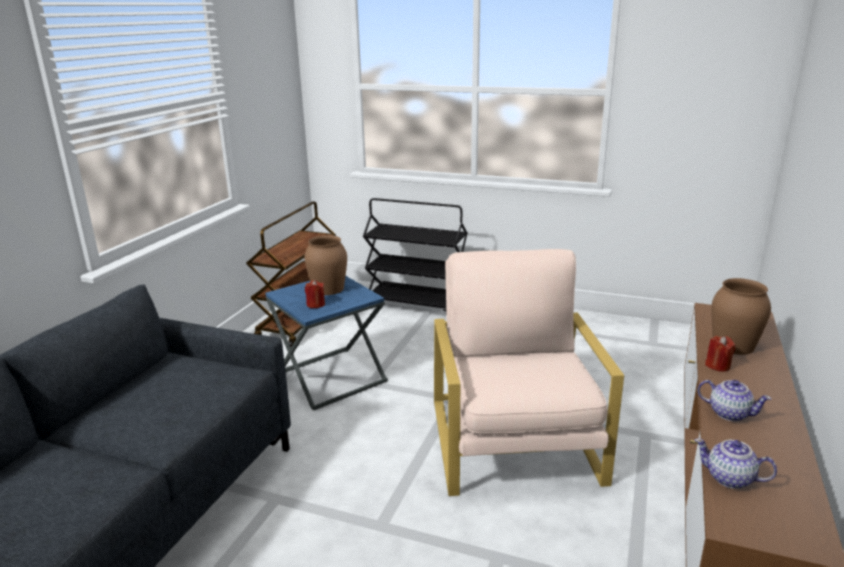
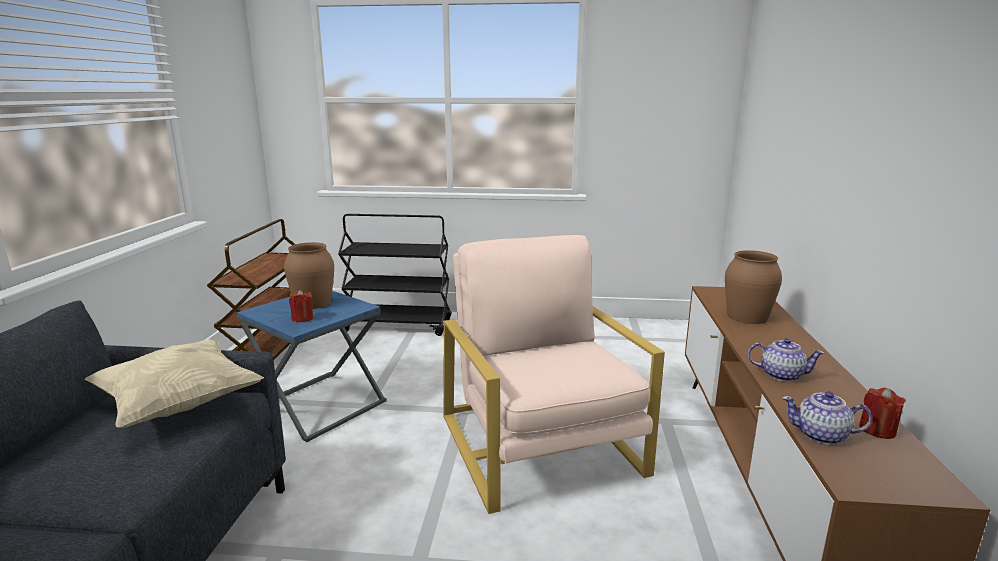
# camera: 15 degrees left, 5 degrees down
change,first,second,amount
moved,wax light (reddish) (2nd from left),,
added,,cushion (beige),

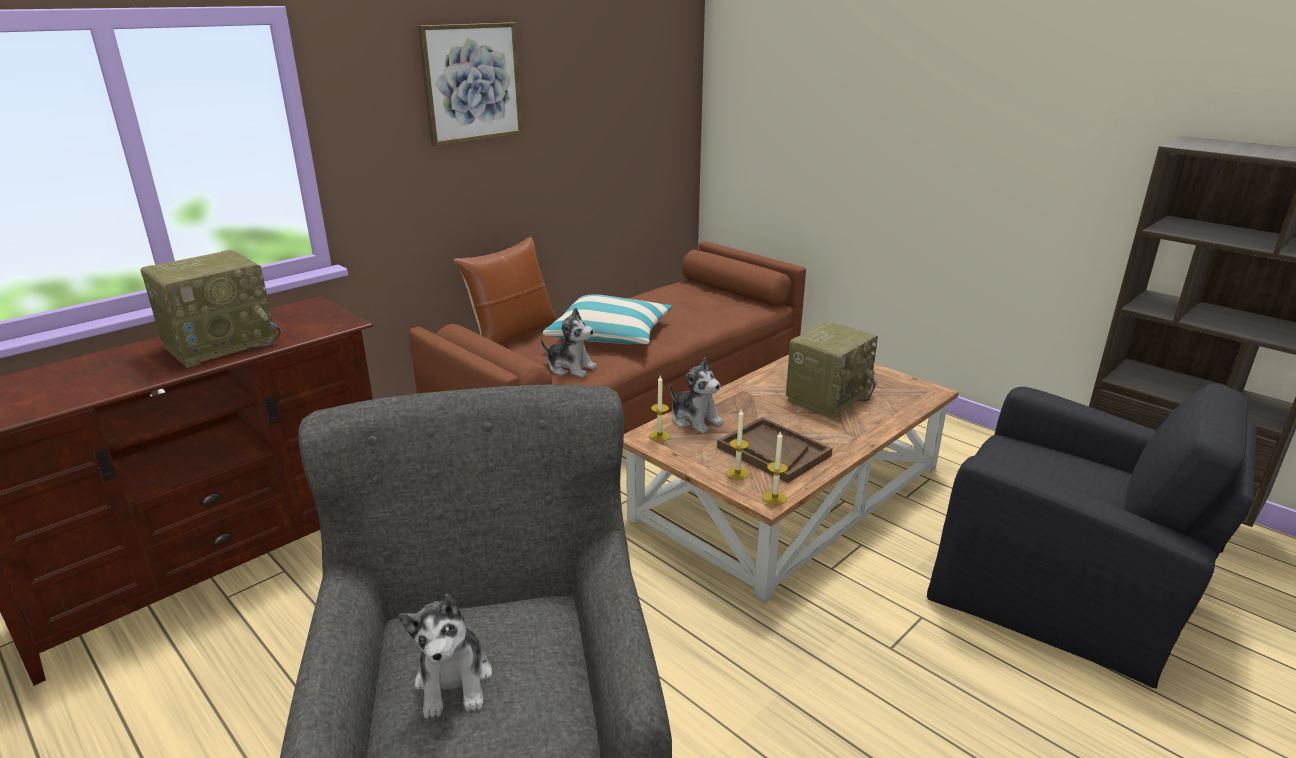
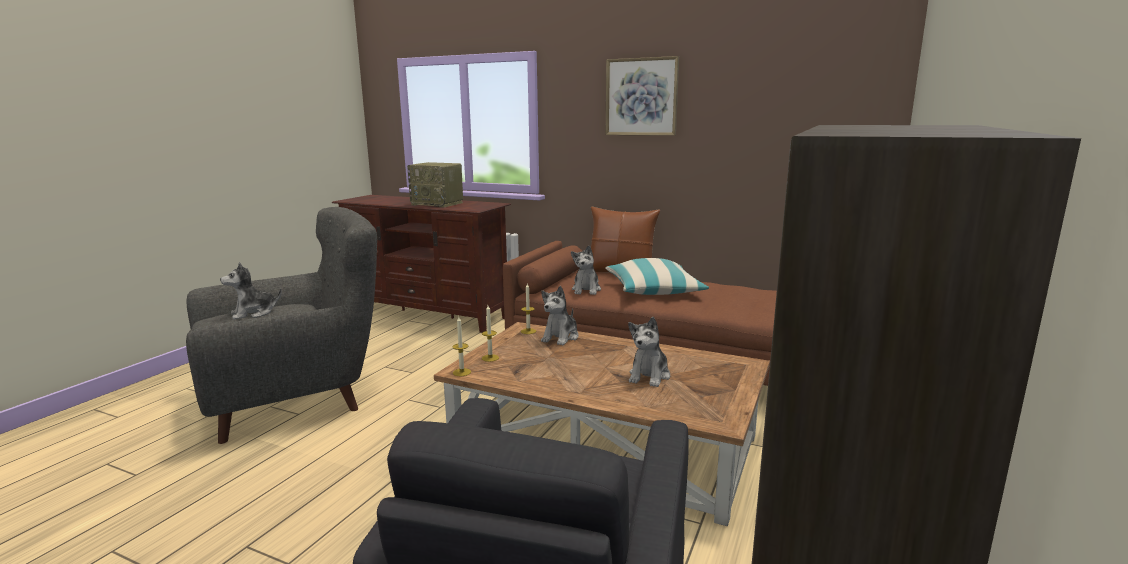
# camera: 70 degrees right, 10 degrees down
change,first,second,amount
replaced,radio set (2nd from left),plush toy (4th from left),
removed,serving tray (brown),,

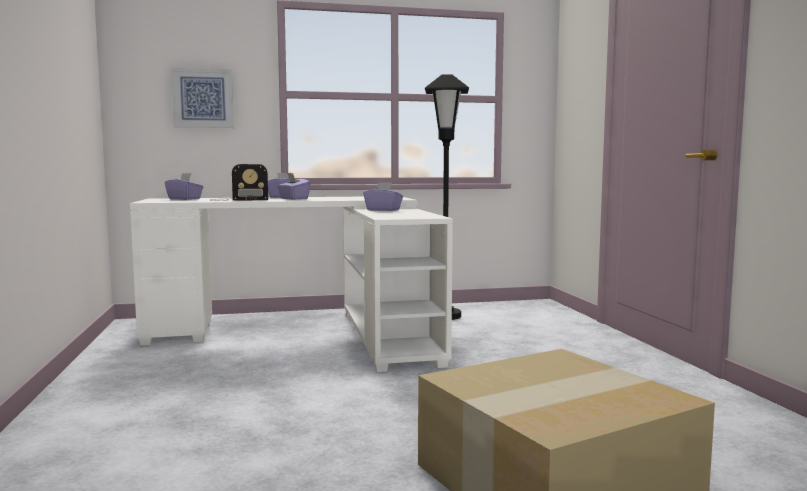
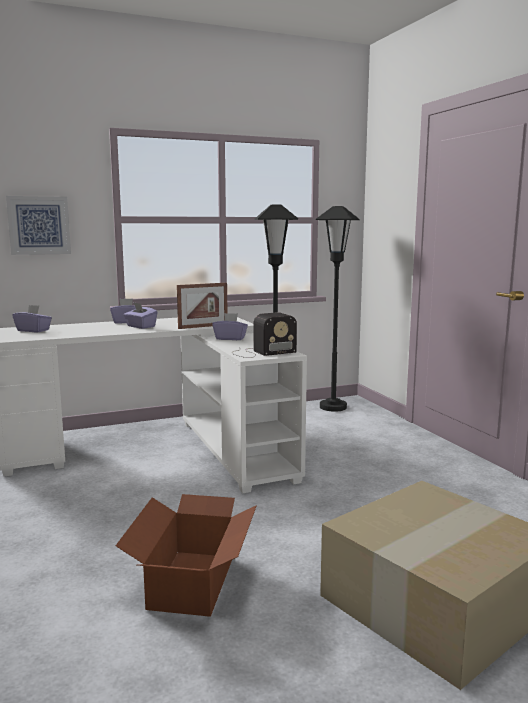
# camera: 10 degrees left, 5 degrees up
change,first,second,amount
moved,radio set,,
added,,standing lamp (blackish) (2nd from left),
added,,photo frame,
added,,carton (1st from left),

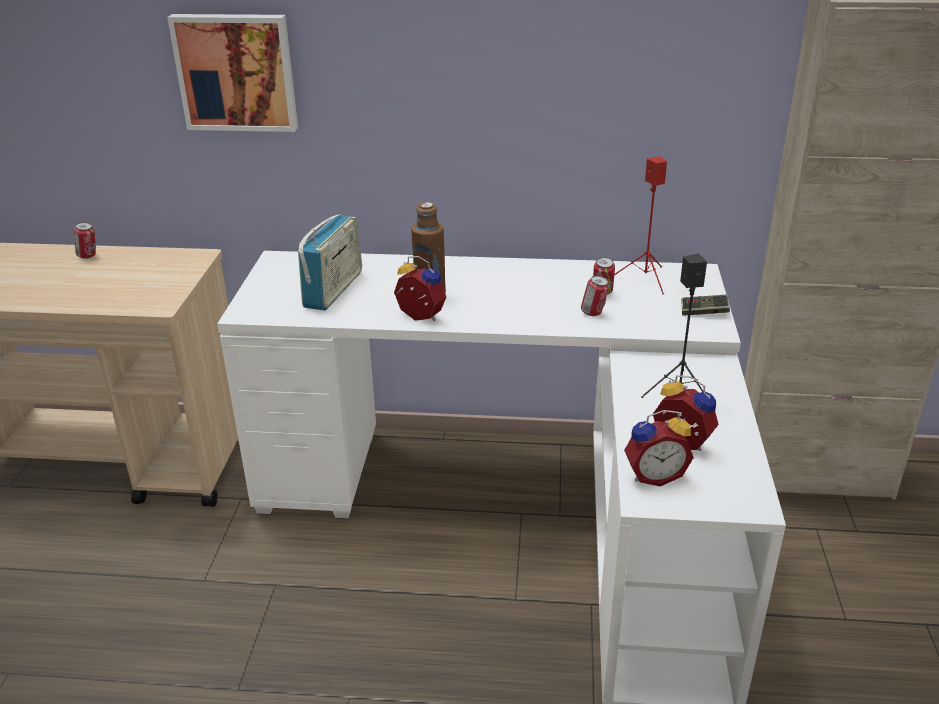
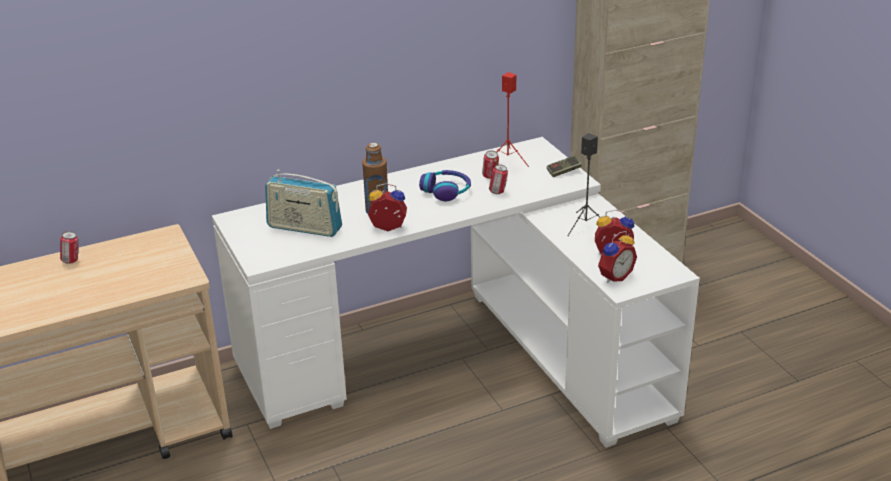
# camera: 30 degrees left, 0 degrees up
change,first,second,amount
removed,wall art,,
turned,radio set,,120 degrees clockwise
added,,headphones,

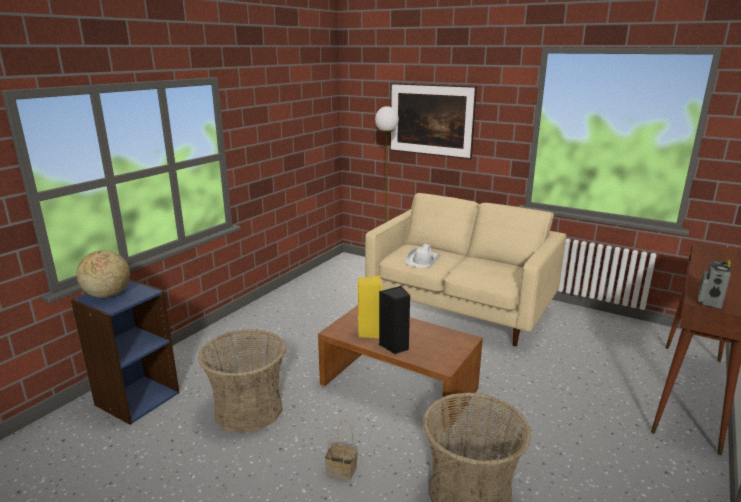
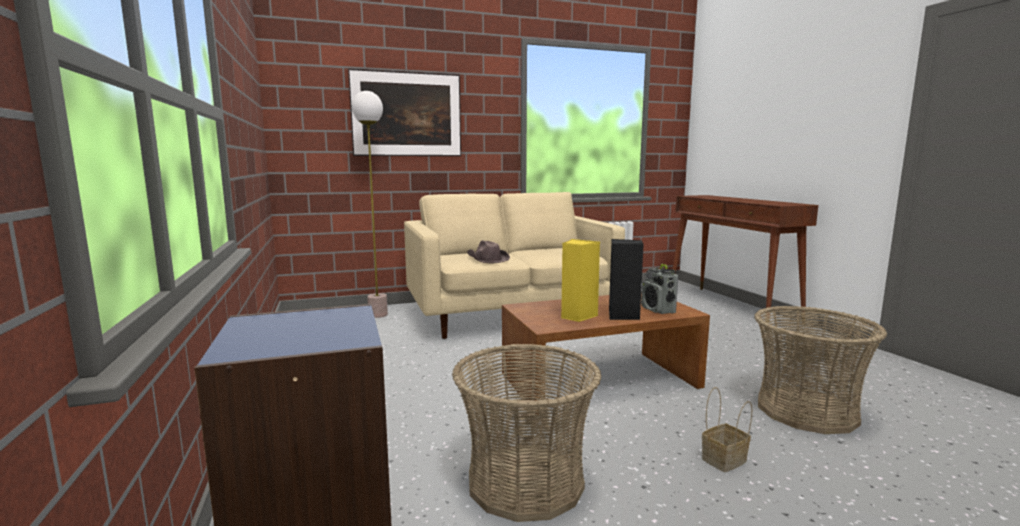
# camera: 50 degrees left, 10 degrees down
change,first,second,amount
recoloured,hat (white),hat (brown),
removed,world globe,,
moved,radio set,,

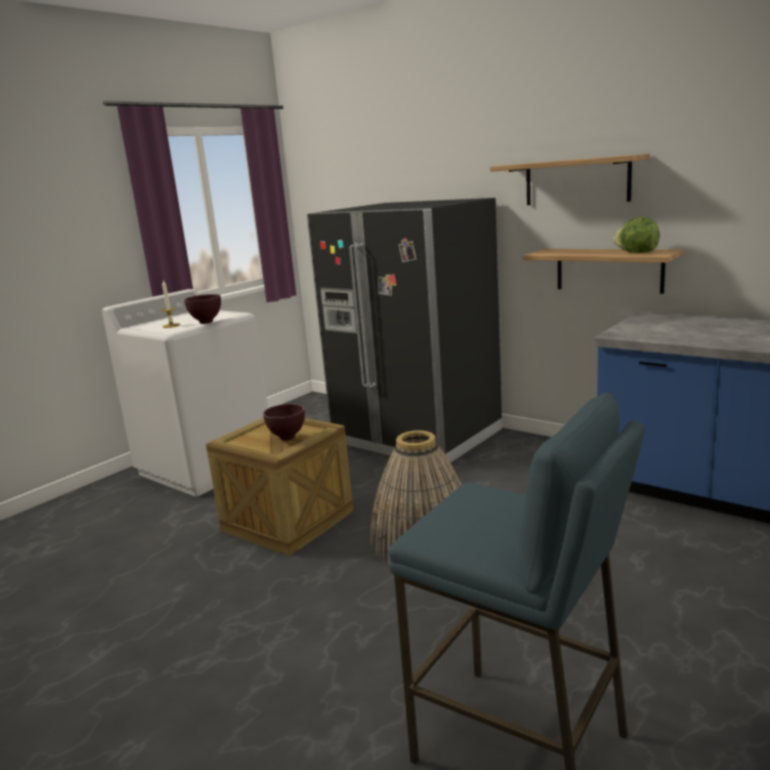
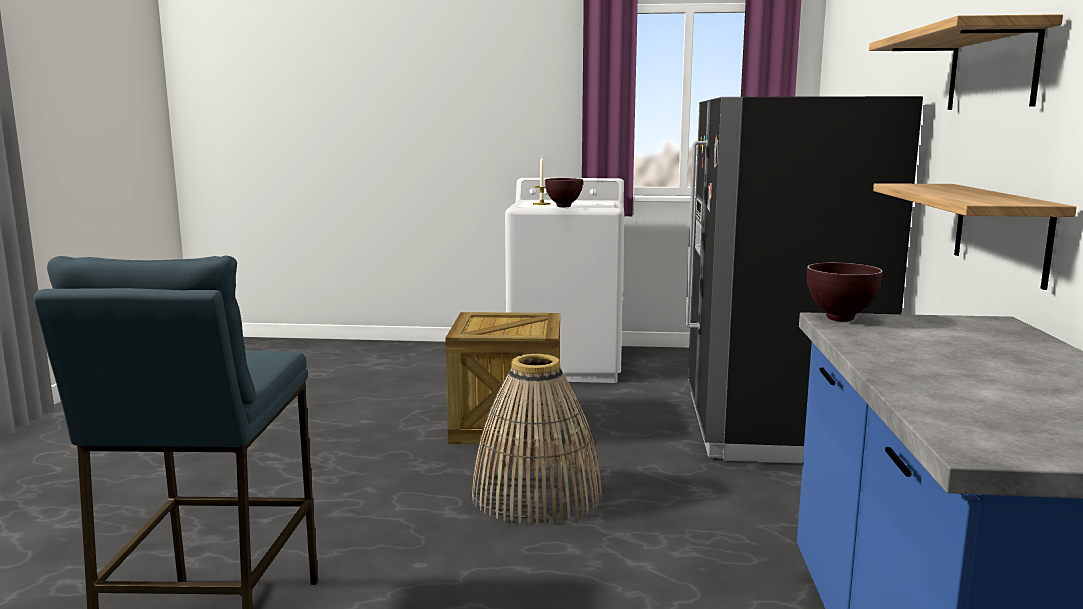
# camera: 55 degrees right, 5 degrees down
change,first,second,amount
removed,lettuce,,
moved,deep dish (brown) (2nd from left),,

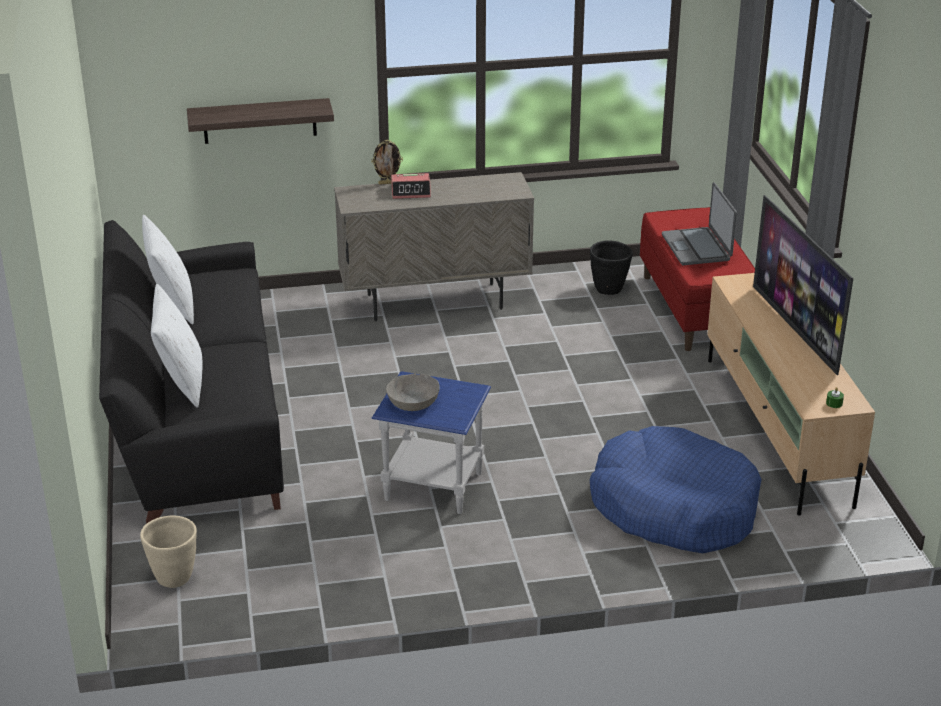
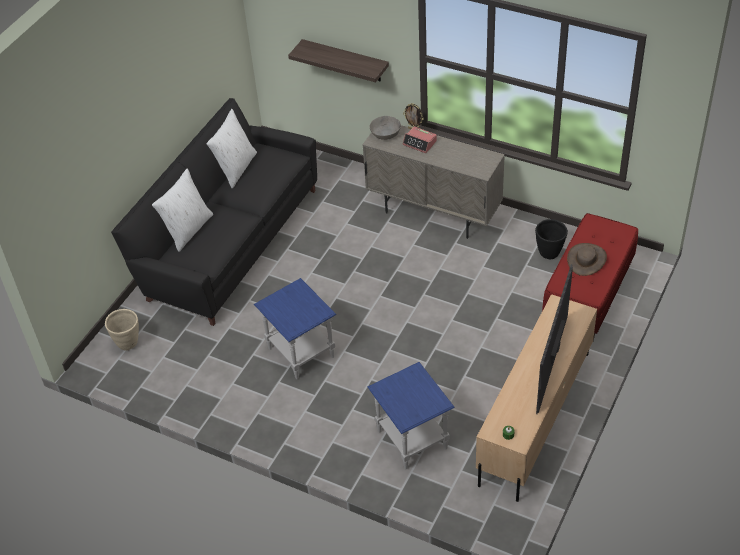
# camera: 40 degrees right, 15 degrees up
change,first,second,amount
replaced,notebook computer,hat (brown),
moved,deep dish (gray),,
replaced,pet bed (blue),end table (blue) (2nd from left),

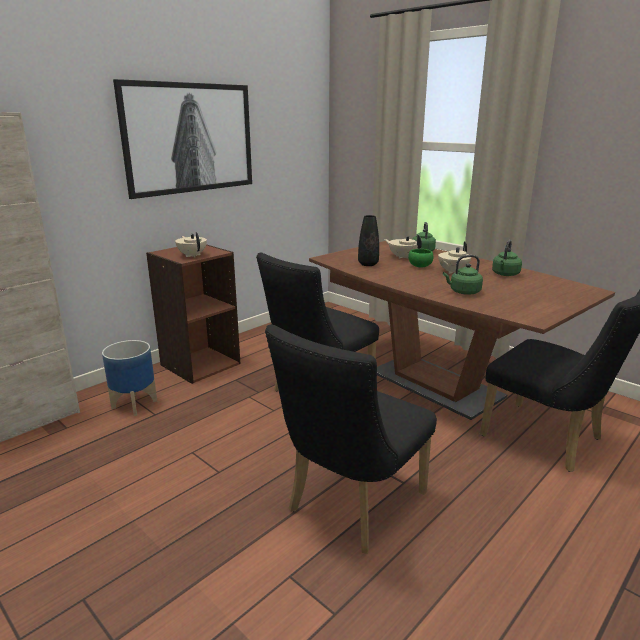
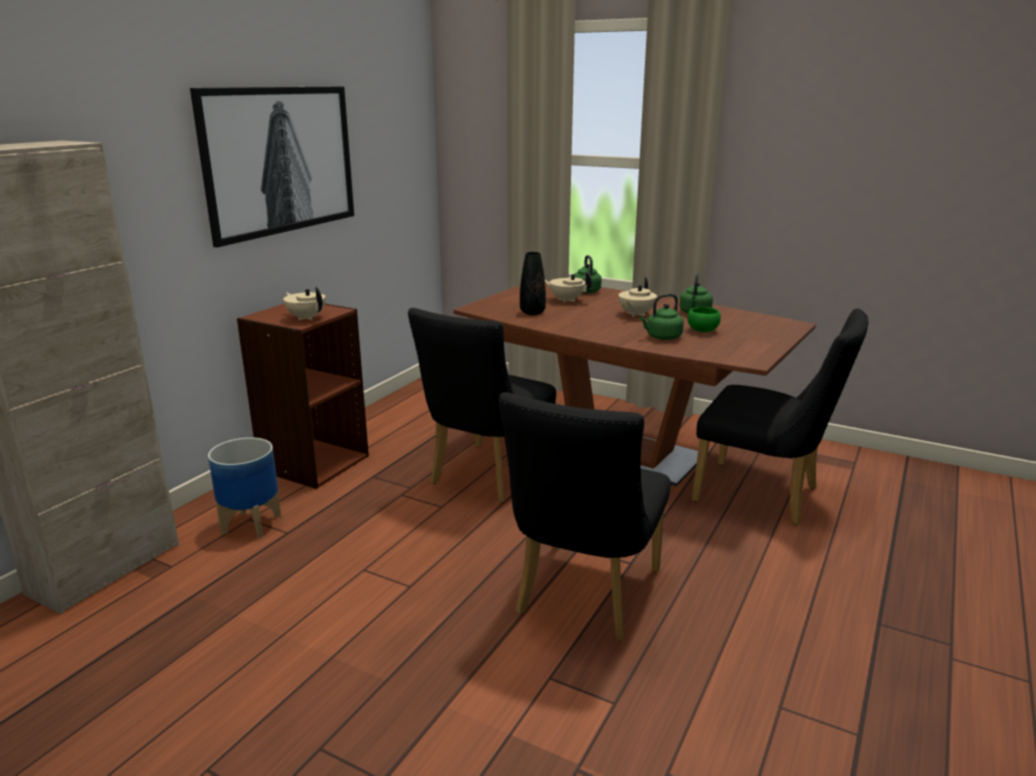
# camera: 15 degrees left, 0 degrees up
change,first,second,amount
moved,deep dish (greenish),,

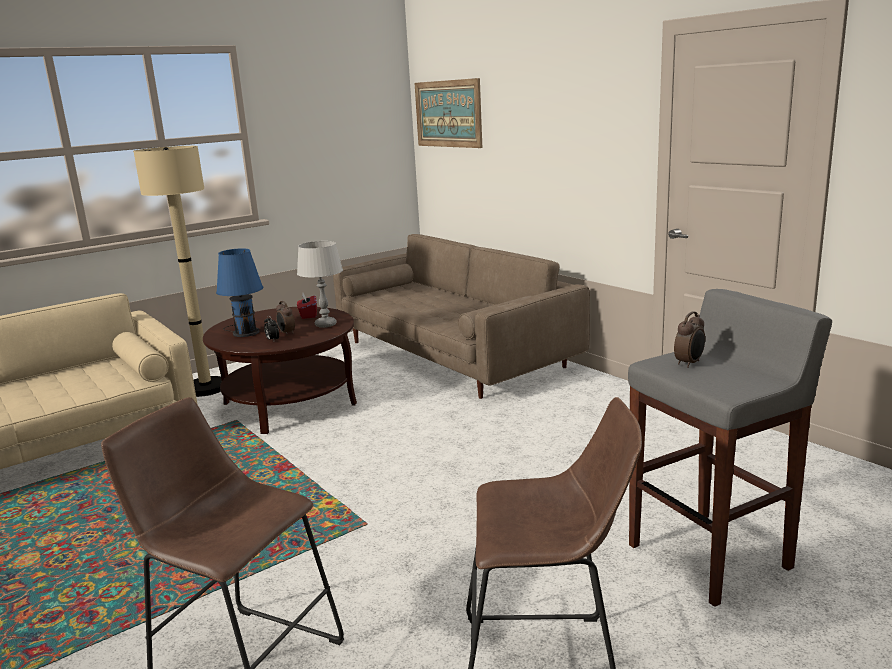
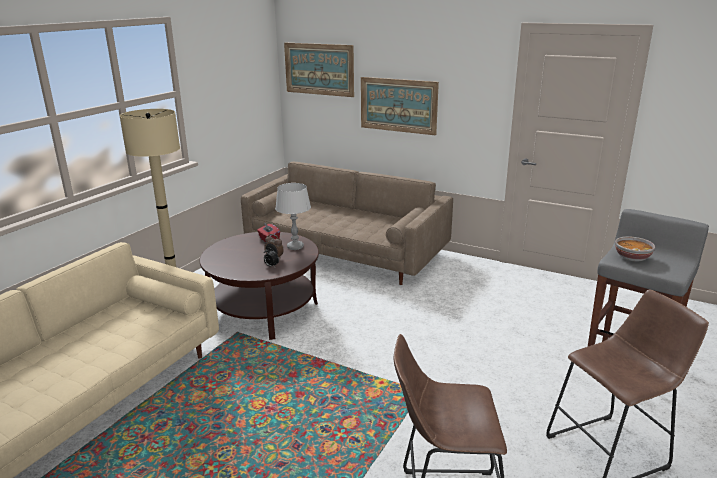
# camera: 25 degrees left, 5 degrees up
change,first,second,amount
removed,tabletop lamp (blue),,
replaced,bedside clock (3rd from left),deep dish,
added,,wall art (2nd from left),

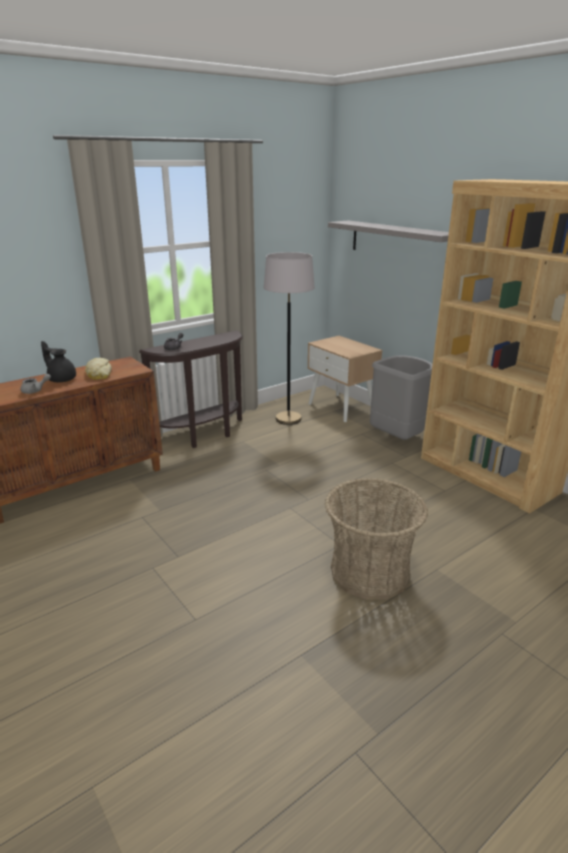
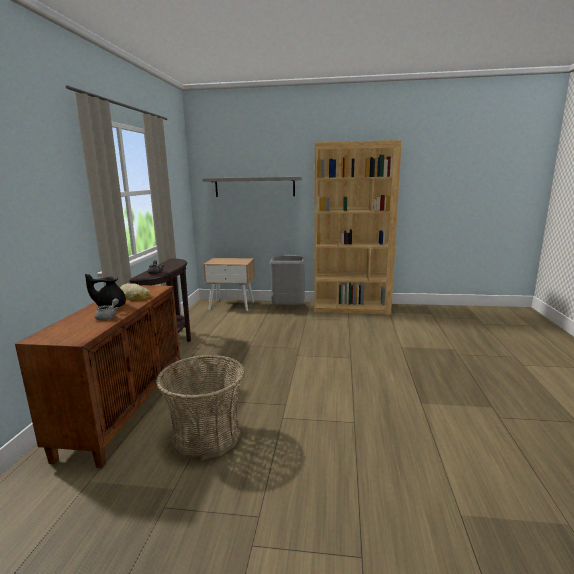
# camera: 45 degrees left, 10 degrees down
change,first,second,amount
removed,standing lamp (gray),,
moved,storage basket,,

